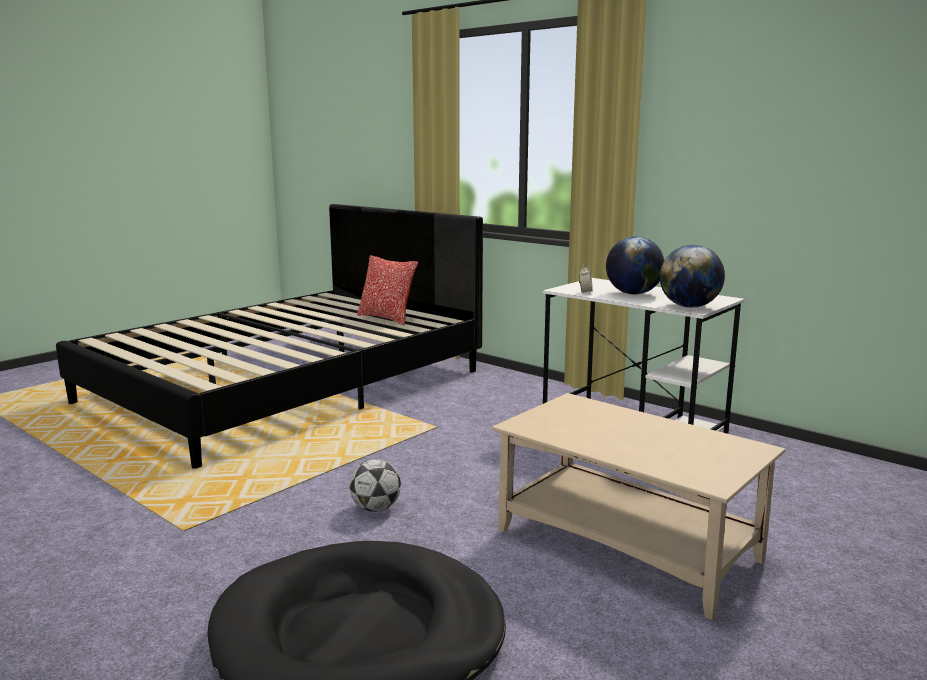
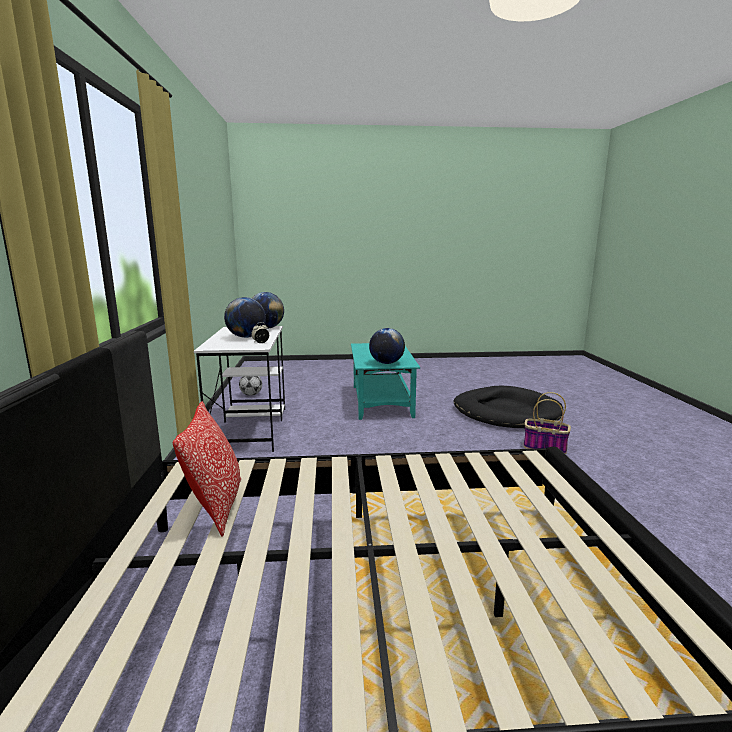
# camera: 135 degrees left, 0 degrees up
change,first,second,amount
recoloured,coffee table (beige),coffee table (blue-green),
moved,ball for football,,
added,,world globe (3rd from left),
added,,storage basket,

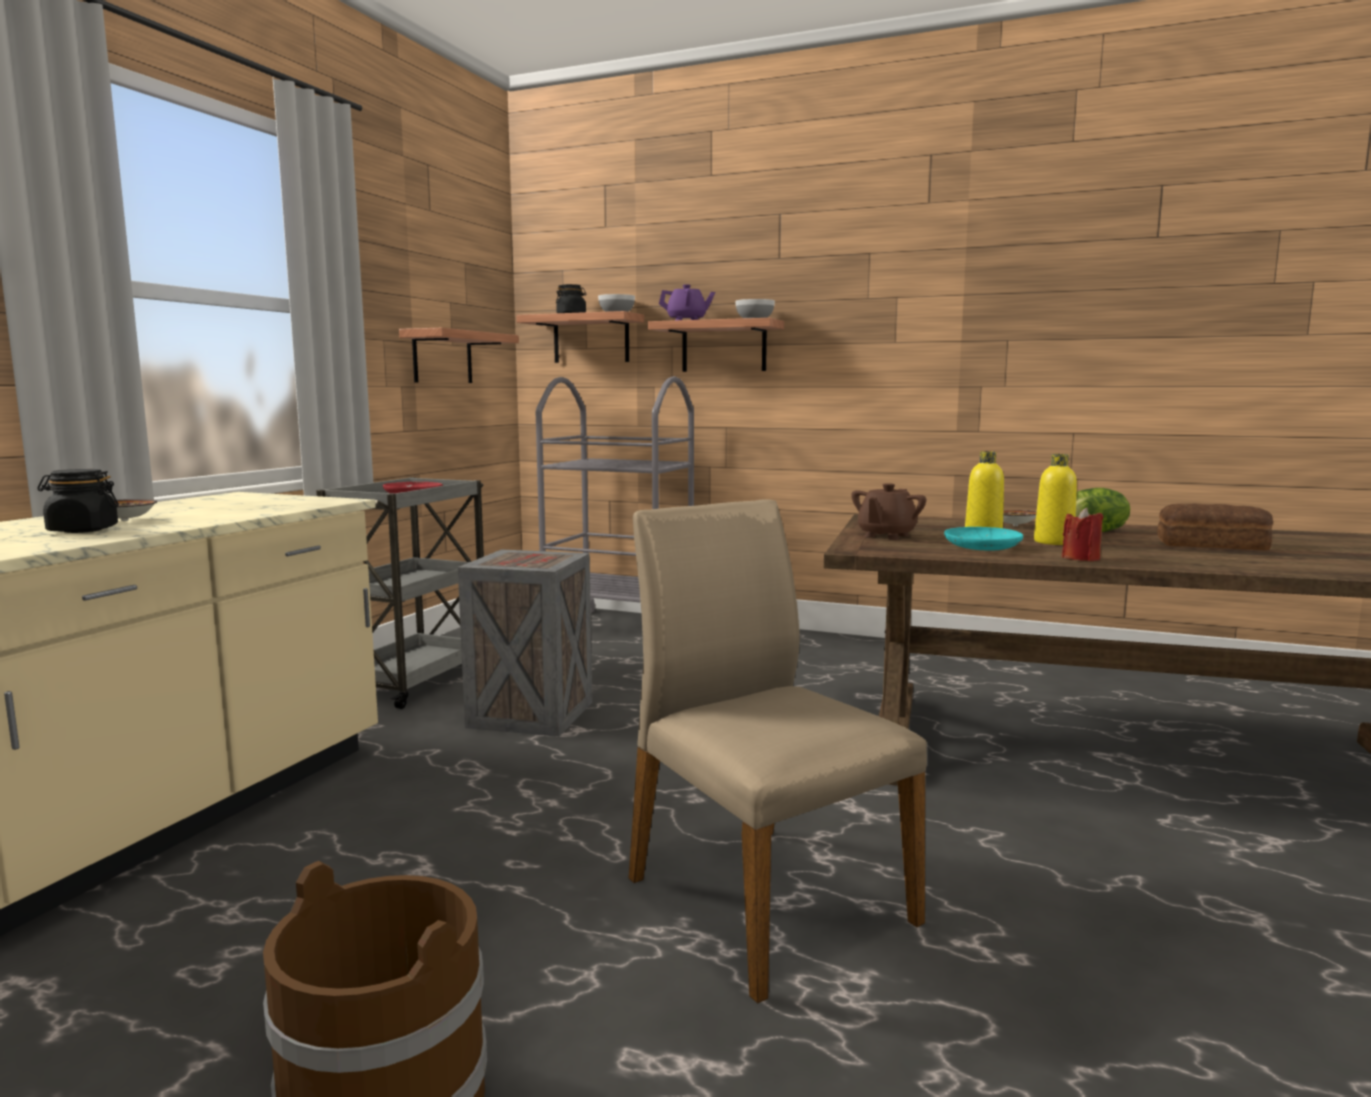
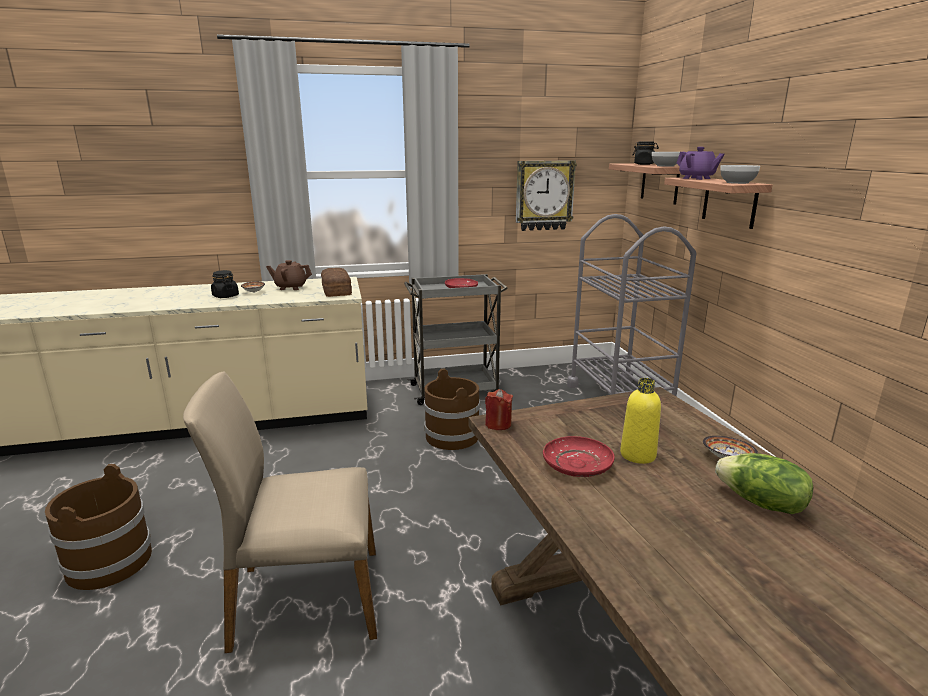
# camera: 55 degrees right, 10 degrees up
change,first,second,amount
replaced,wall shelf (1st from left),clock on the wall,
removed,beverage bottle (yellow) (2nd from left),,
moved,pot for tea (brown),,
turned,upright chair (beige),,120 degrees counterclockwise
moved,baked bread,,
moved,wax light (reddish),,
recoloured,plate (blue-green),plate (reddish) (2nd from left),
replaced,crate,bucket (brown) (2nd from left),

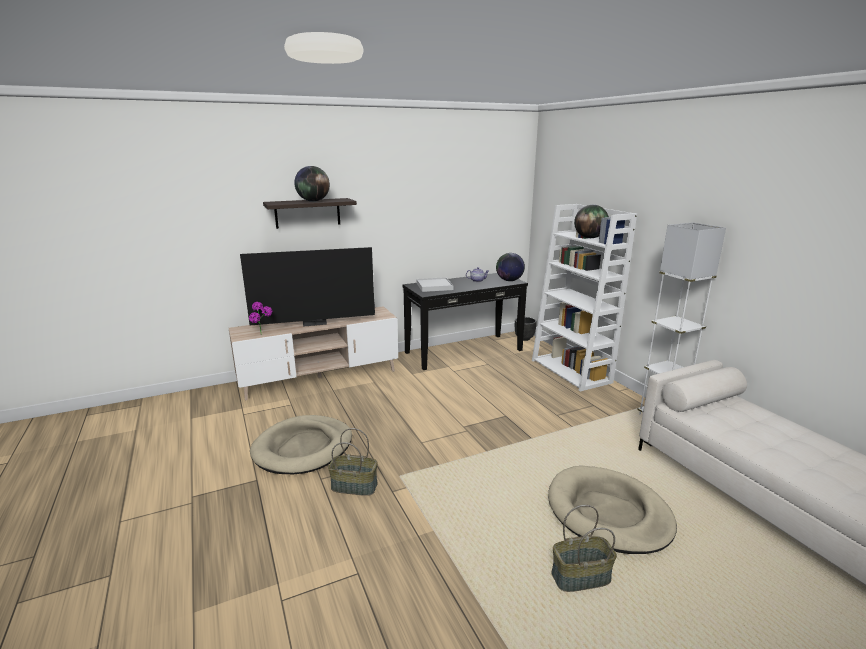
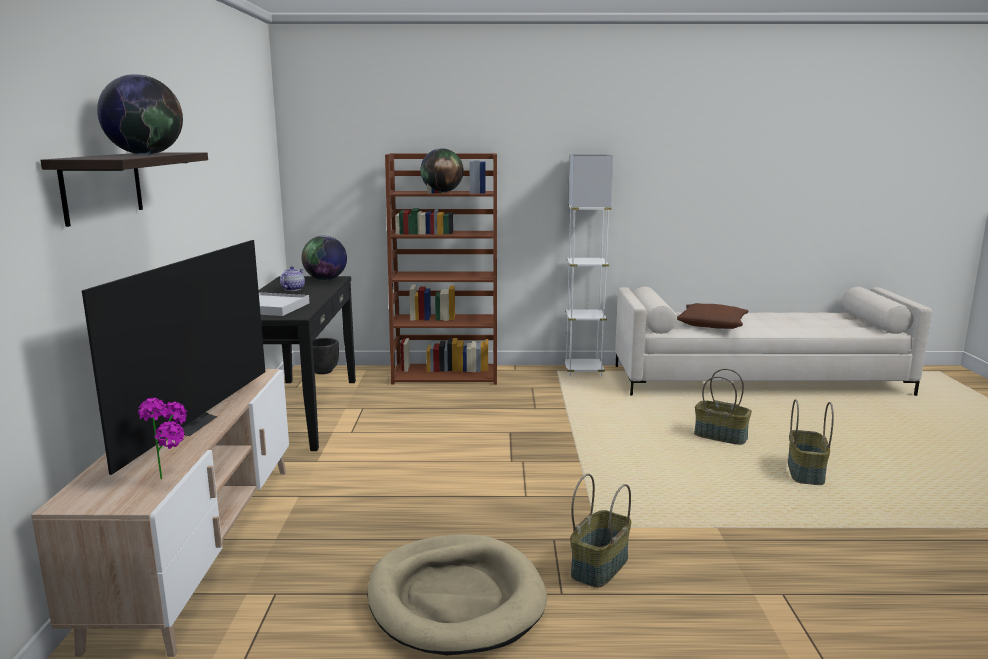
# camera: 65 degrees left, 5 degrees down
change,first,second,amount
recoloured,bookshelf (white),bookshelf (brown),
replaced,pet bed (beige) (2nd from left),storage basket (2nd from left),
added,,cushion (brown),

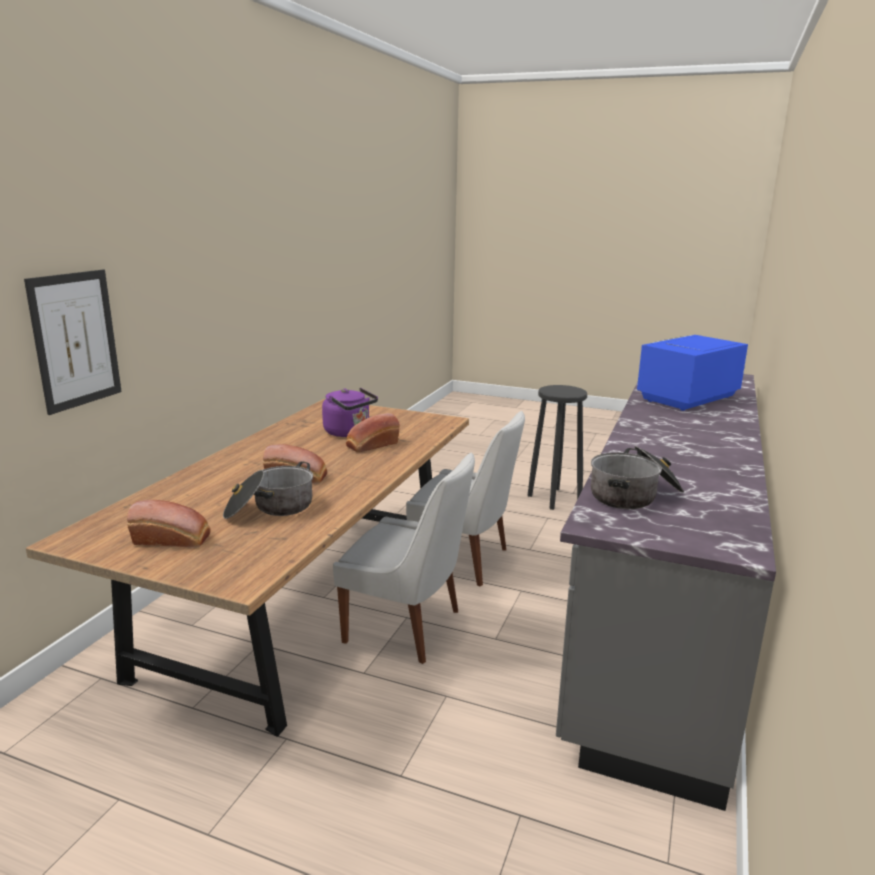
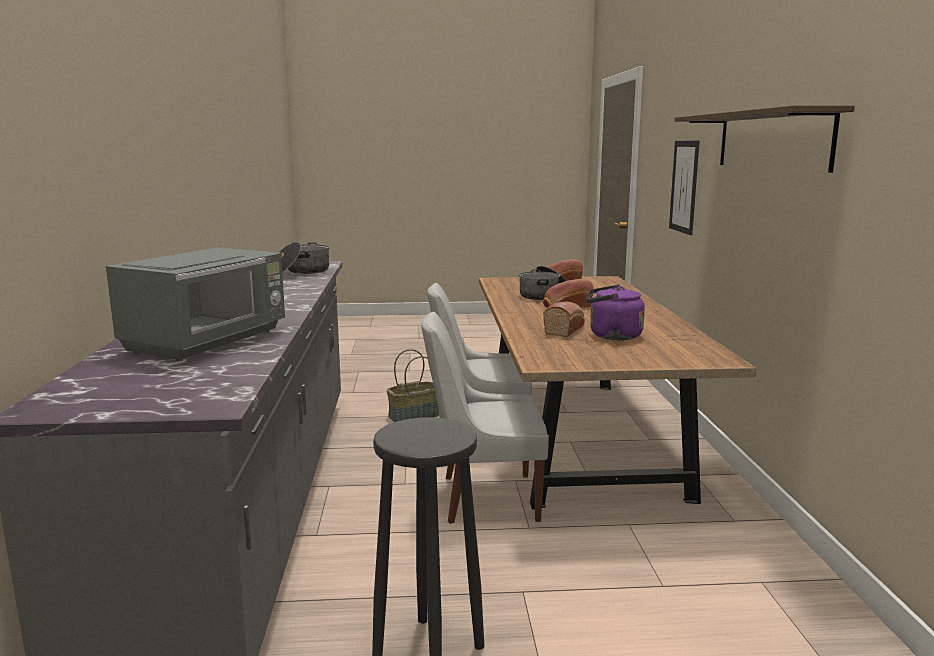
# camera: 155 degrees right, 5 degrees down
change,first,second,amount
recoloured,kitchen microwave (blue),kitchen microwave (gray),
added,,wall shelf,
added,,storage basket,

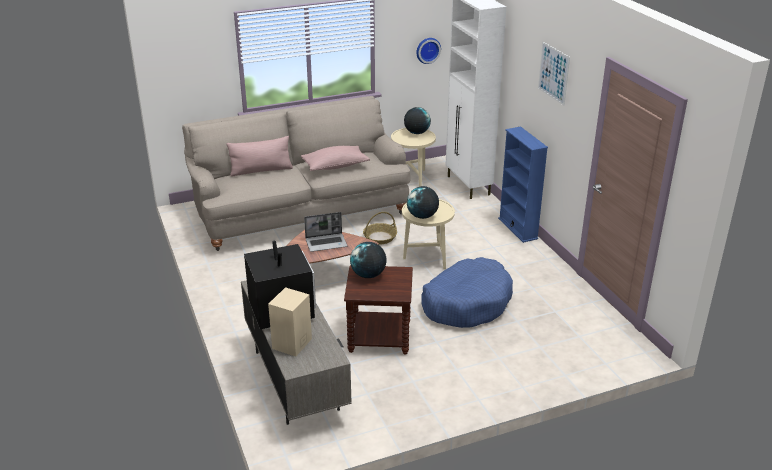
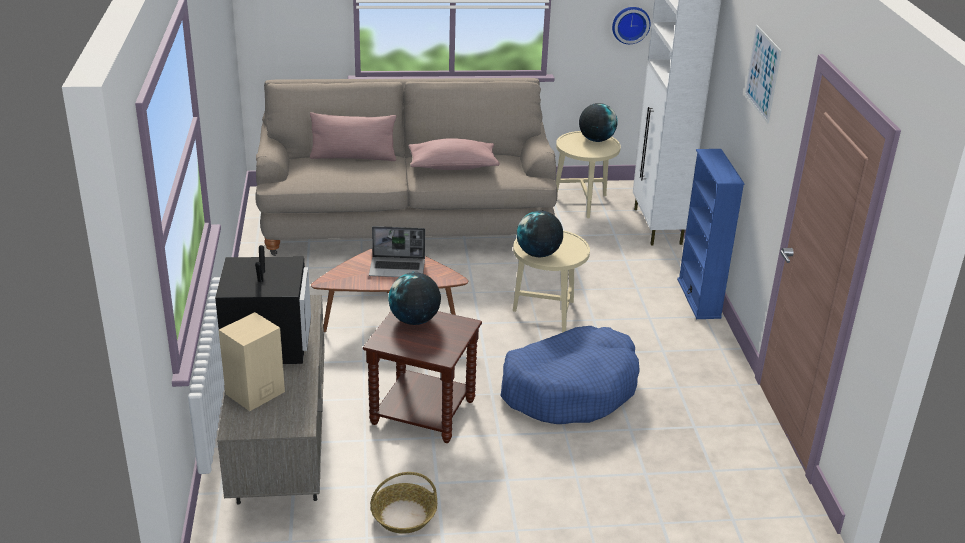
# camera: 15 degrees right, 0 degrees up
change,first,second,amount
moved,storage basket,,

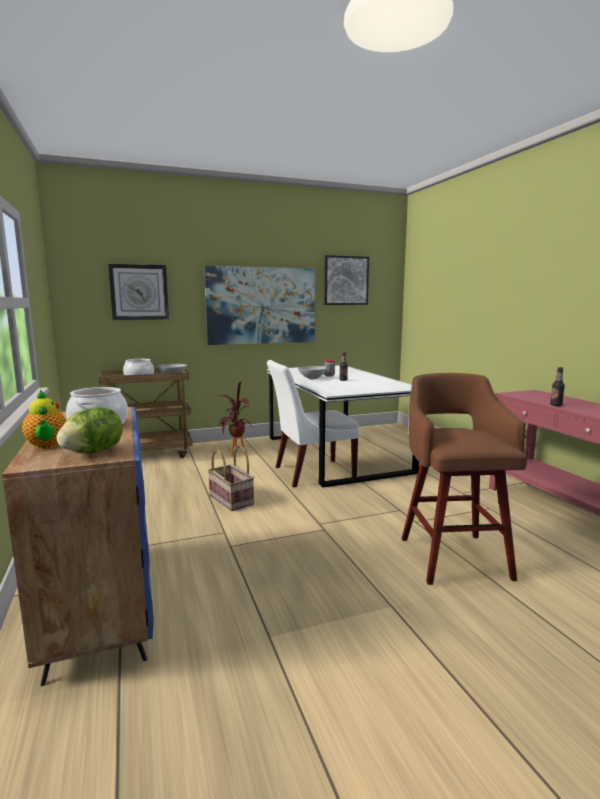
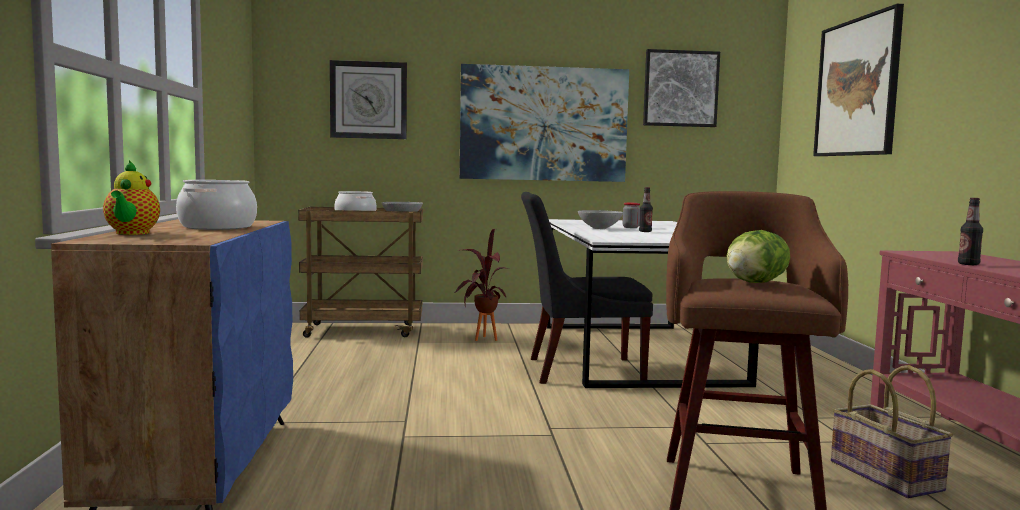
# camera: 15 degrees right, 5 degrees down
change,first,second,amount
recoloured,upright chair (white),upright chair (blackish),
moved,lettuce,,
moved,storage basket,,
added,,wall art (3rd from left),

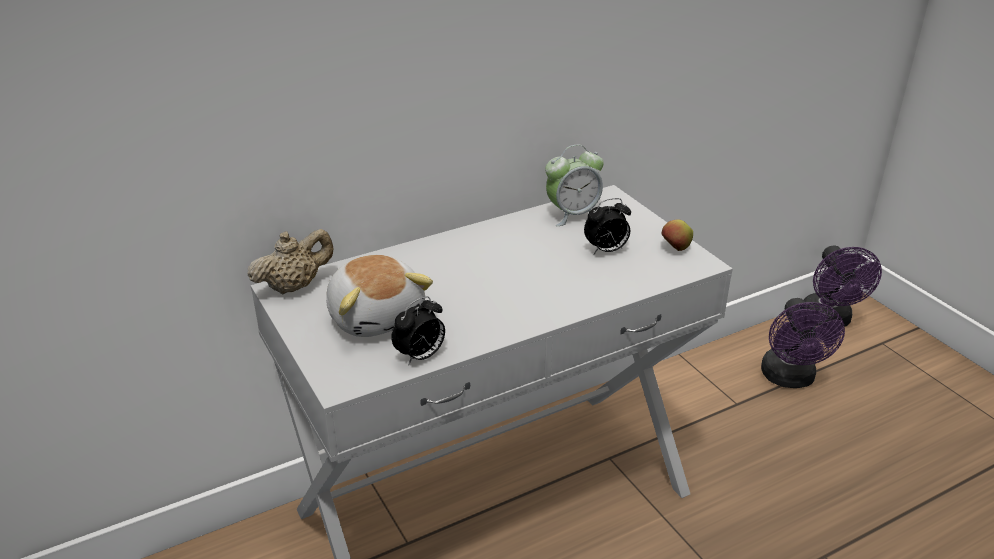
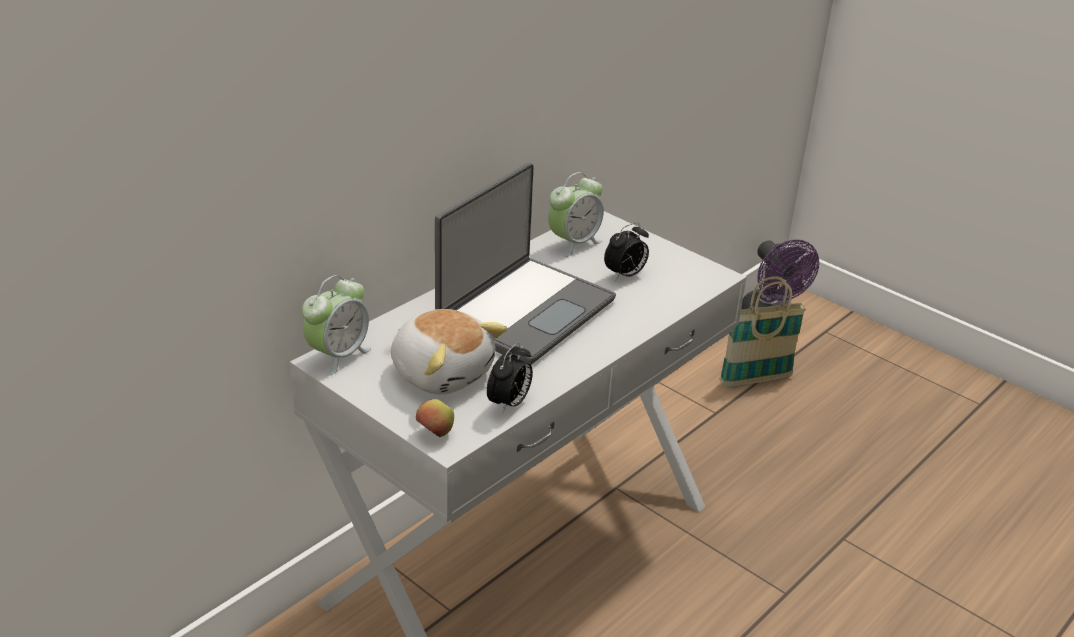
# camera: 20 degrees left, 0 degrees up
change,first,second,amount
moved,apple,,
replaced,pot for tea (beige),bedside clock (1st from left),
replaced,electric fan (purplish) (1st from left),storage basket,
added,,notebook computer,

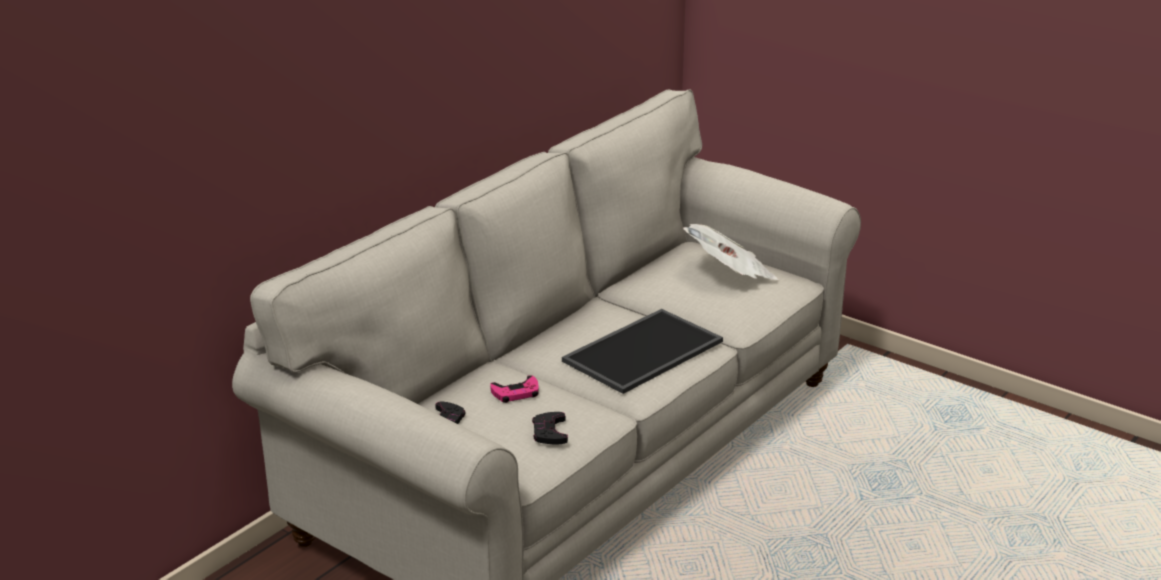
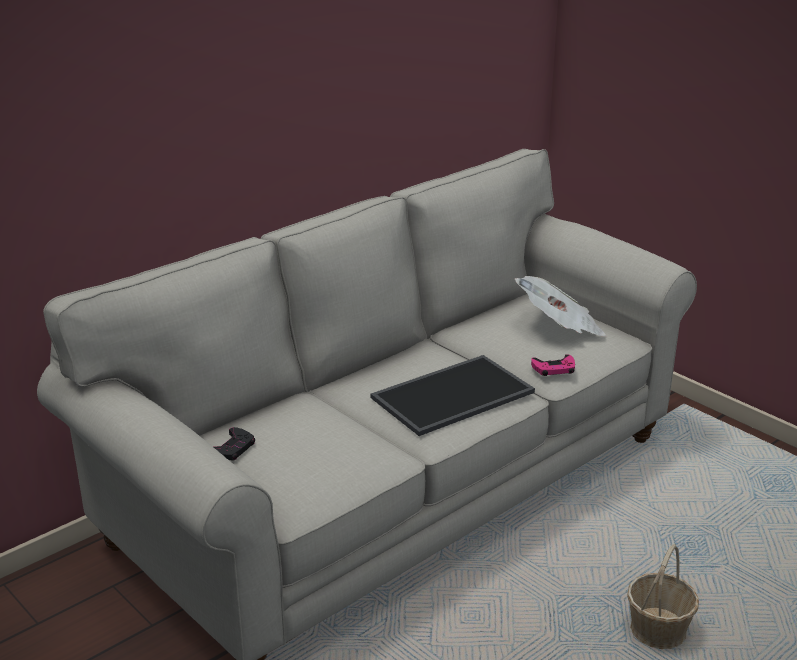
# camera: 10 degrees right, 0 degrees up
change,first,second,amount
moved,gamepad (pink-coloured),,
removed,gamepad (blackish) (2nd from left),,
added,,storage basket,

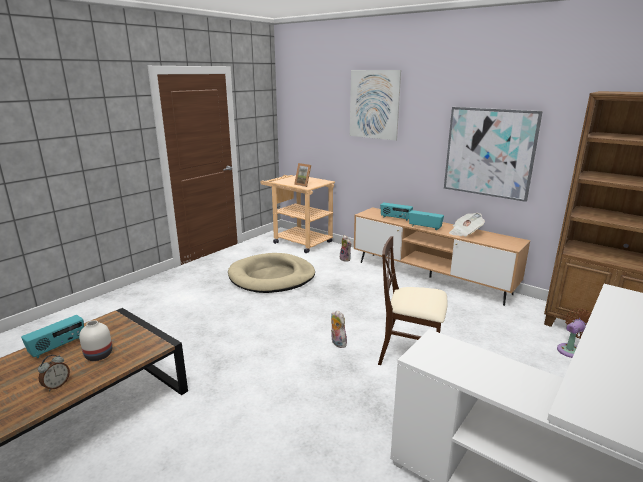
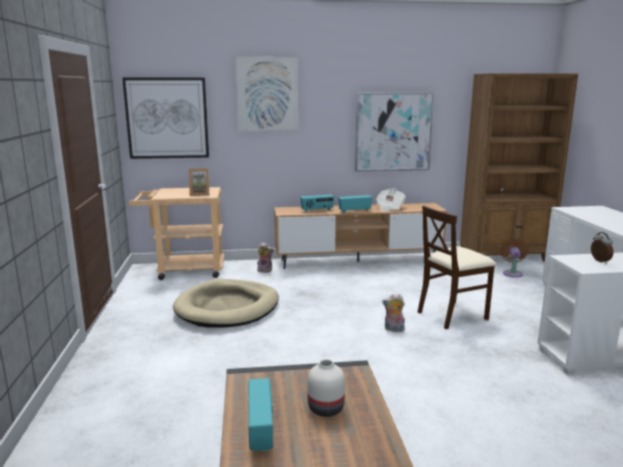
# camera: 45 degrees left, 5 degrees down
change,first,second,amount
moved,bedside clock,,
added,,wall art (1st from left),

